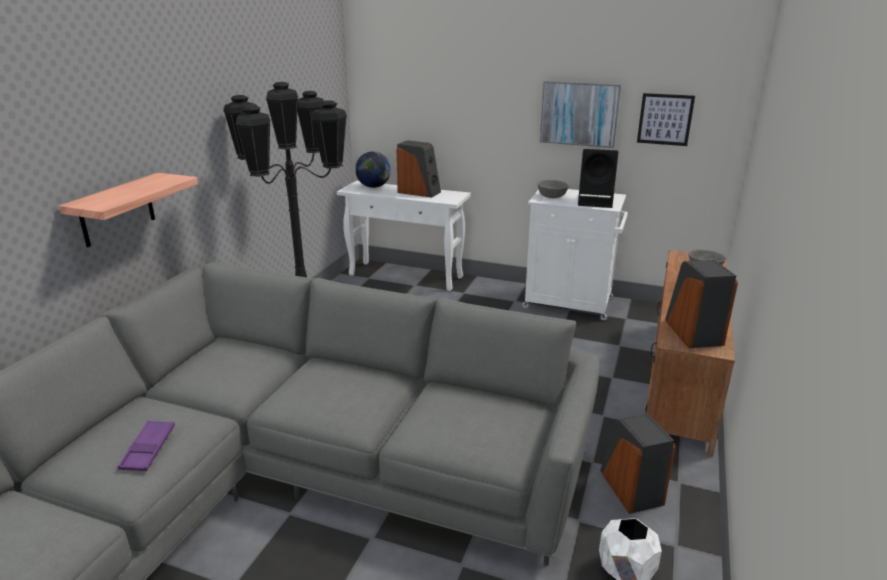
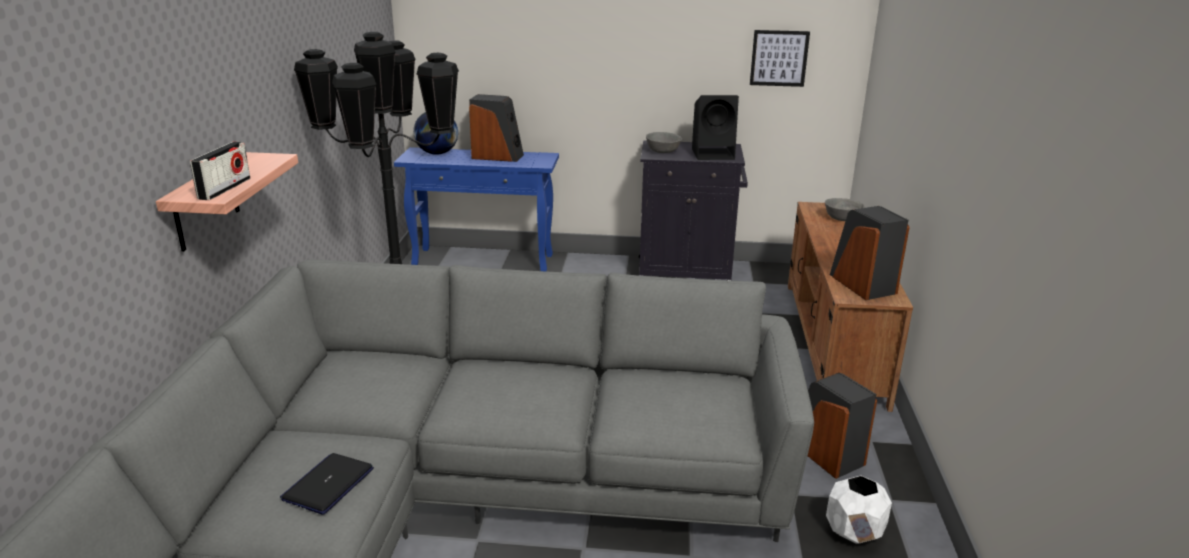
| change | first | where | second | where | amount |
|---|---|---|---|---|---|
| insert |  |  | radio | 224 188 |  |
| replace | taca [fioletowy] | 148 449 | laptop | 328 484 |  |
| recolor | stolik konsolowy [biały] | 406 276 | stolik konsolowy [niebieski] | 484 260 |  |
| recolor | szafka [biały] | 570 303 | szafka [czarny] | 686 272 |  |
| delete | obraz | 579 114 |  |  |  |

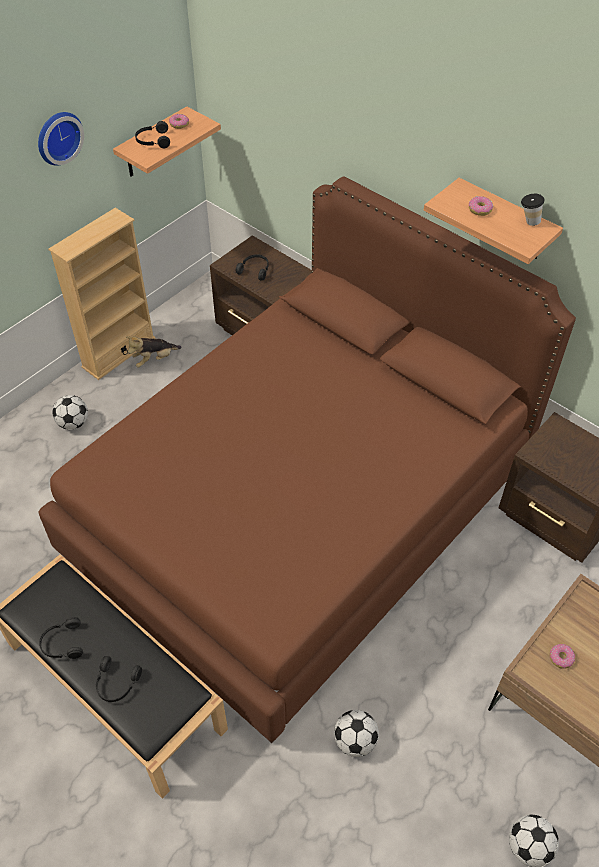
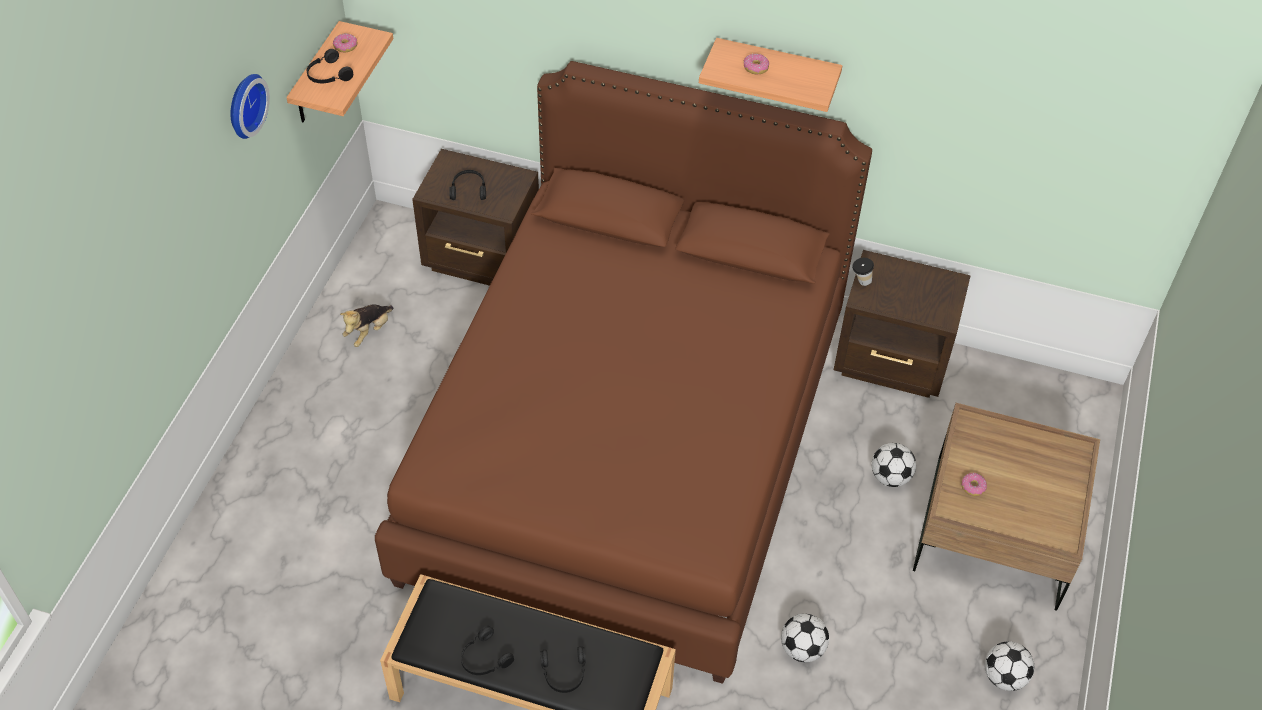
| change | first | where | second | where | amount |
|---|---|---|---|---|---|
| move | filiżanka | 528 221 |  | 860 281 |  |
| move | piłka futbolowa | 73 423 |  | 890 477 |  |
| delete | regał [beżowy] | 118 352 |  |  |  |

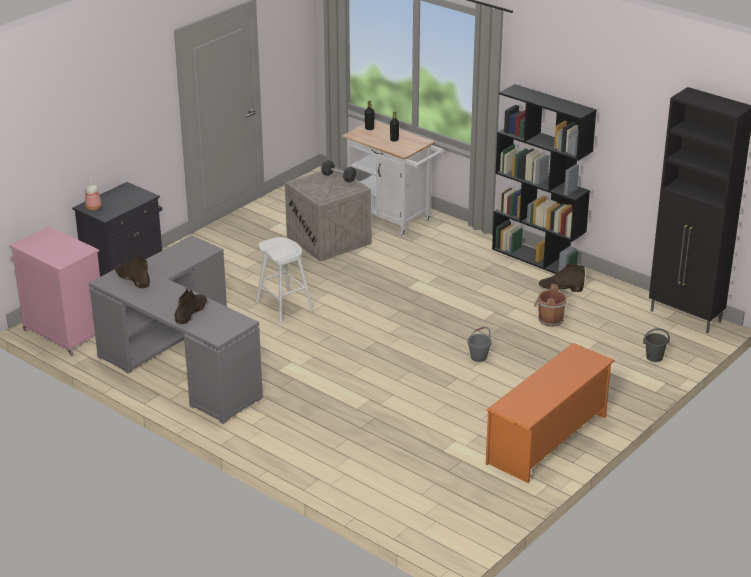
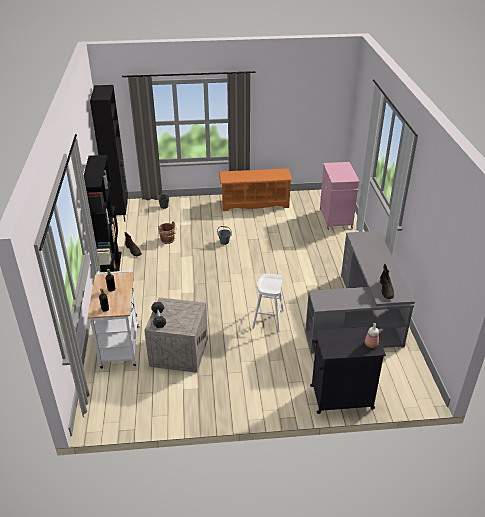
| change | first | where | second | where | amount |
|---|---|---|---|---|---|
| move | szafka [różowy] | 63 332 |  | 336 219 |  |
| delete | but z cholewką [brązowy] | 191 311 |  |  |  |

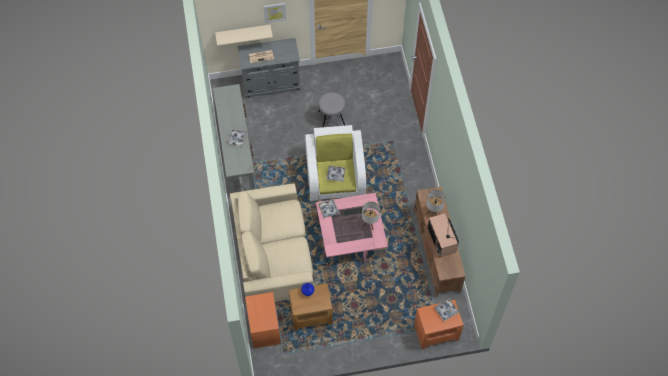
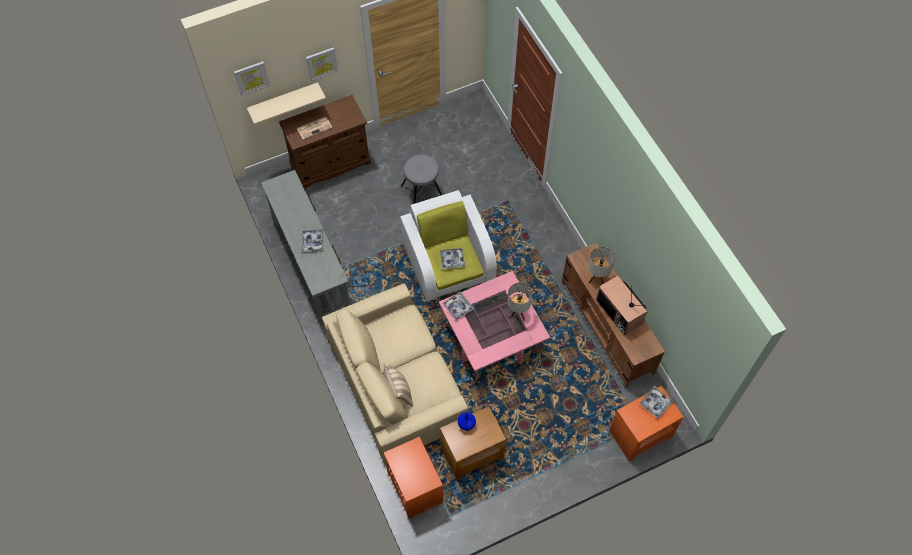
| change | first | where | second | where | amount |
|---|---|---|---|---|---|
| insert |  |  | obraz | 251 78 |  |
| recolor | szafka [szary] | 271 83 | szafka [brązowy] | 330 163 |  |
| insert |  |  | poduszka [beżowy] | 399 392 |  |

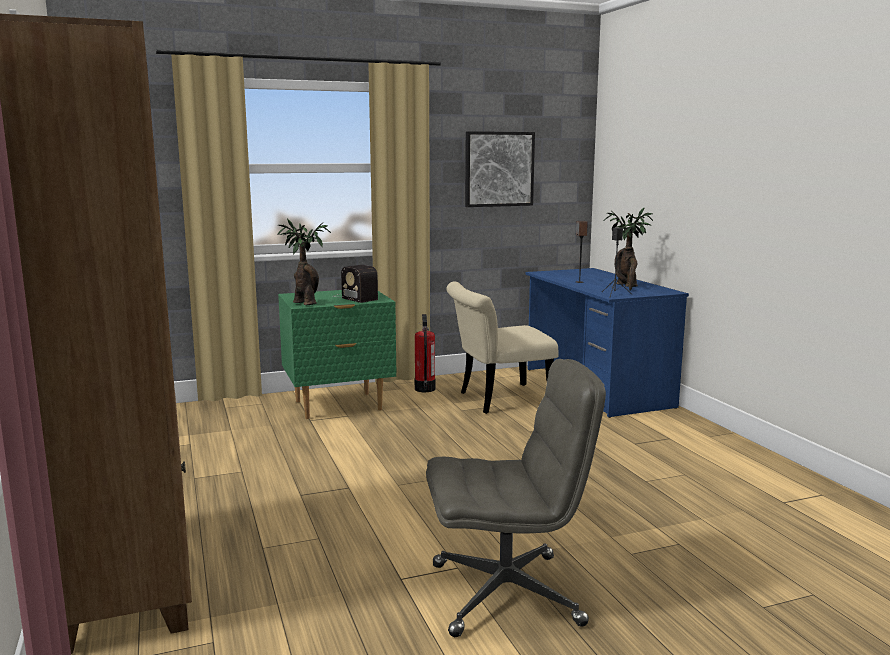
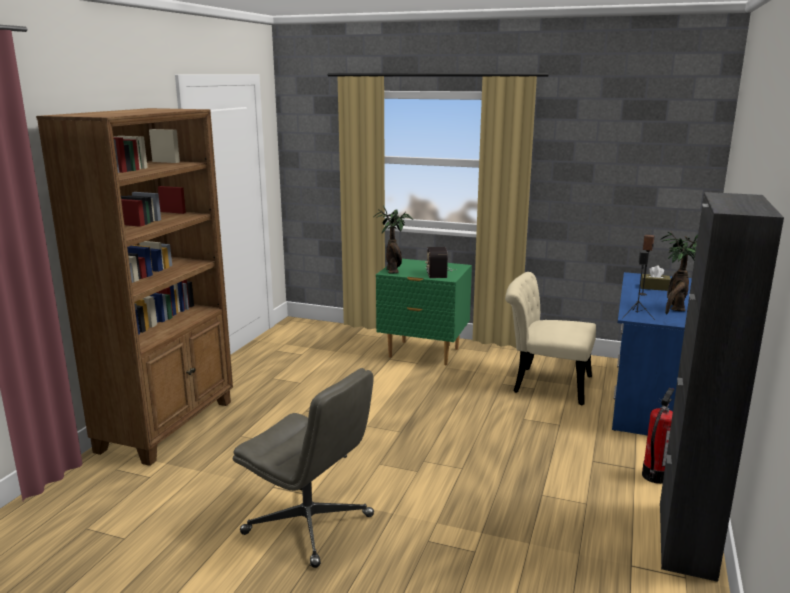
| change | first | where | second | where | amount |
|---|---|---|---|---|---|
| insert |  |  | pudełko chusteczek [brązowy] | 654 287 |  |
| move | gaśnica | 424 389 |  | 654 476 |  |
| insert |  |  | szafka [czarny] | 686 539 |  |
| delete | obraz | 499 169 |  |  |  |

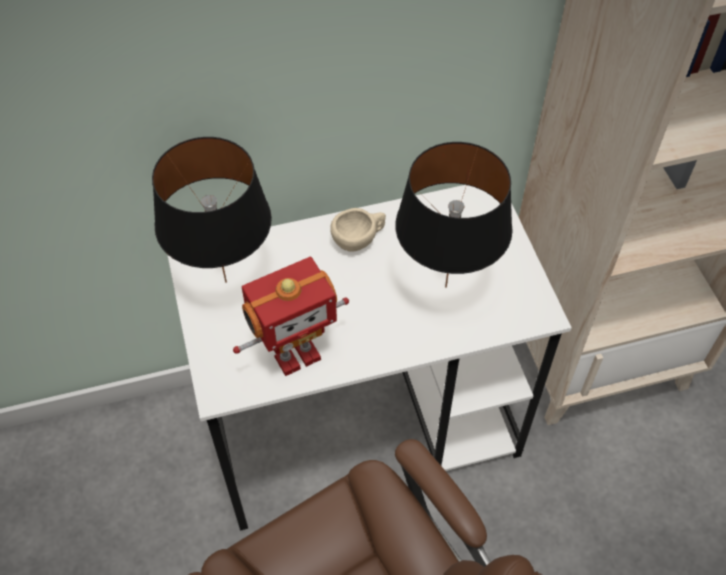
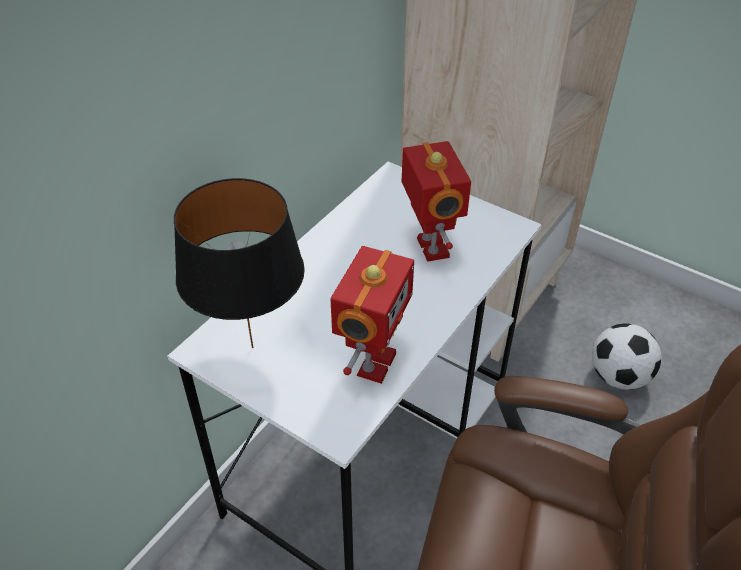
| change | first | where | second | where | amount |
|---|---|---|---|---|---|
| replace | lampa stołowa [czarny] | 445 286 | robot zabawkowy | 430 248 |  |
| insert |  |  | piłka futbolowa | 618 376 |  |
| delete | filiżanka [beżowy] | 359 239 |  |  |  |

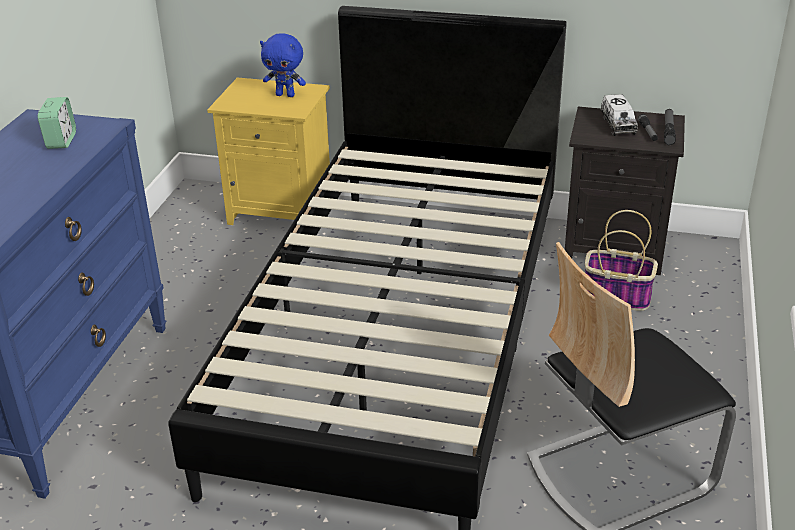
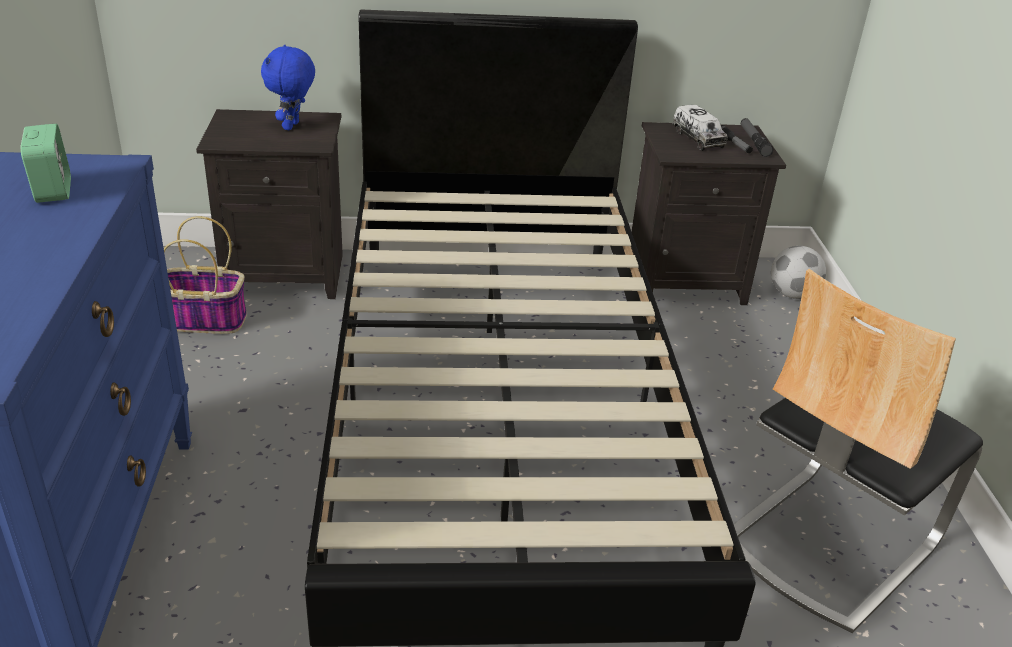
| change | first | where | second | where | amount |
|---|---|---|---|---|---|
| move | koszyk | 615 296 |  | 203 321 |  |
| recolor | szafka nocna [żółty] | 282 211 | szafka nocna [czarny] | 286 274 |  |
| rotate | pluszak [niebieski] | 286 95 |  | 292 126 | 105 degrees clockwise |
| insert |  |  | piłka futbolowa | 792 294 |  |

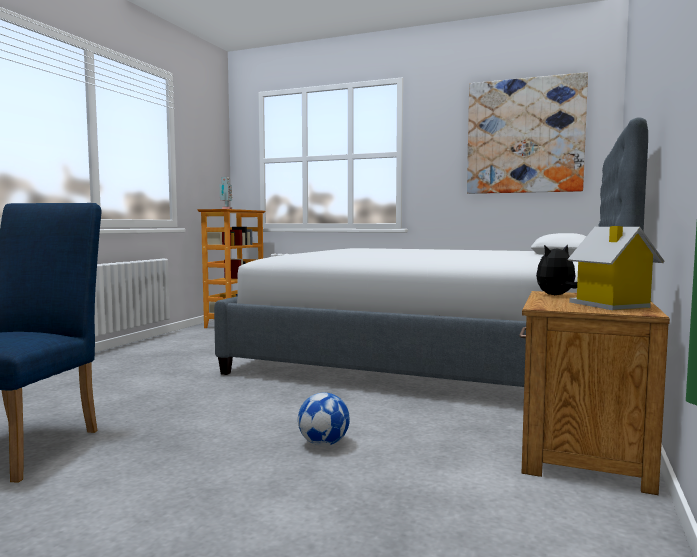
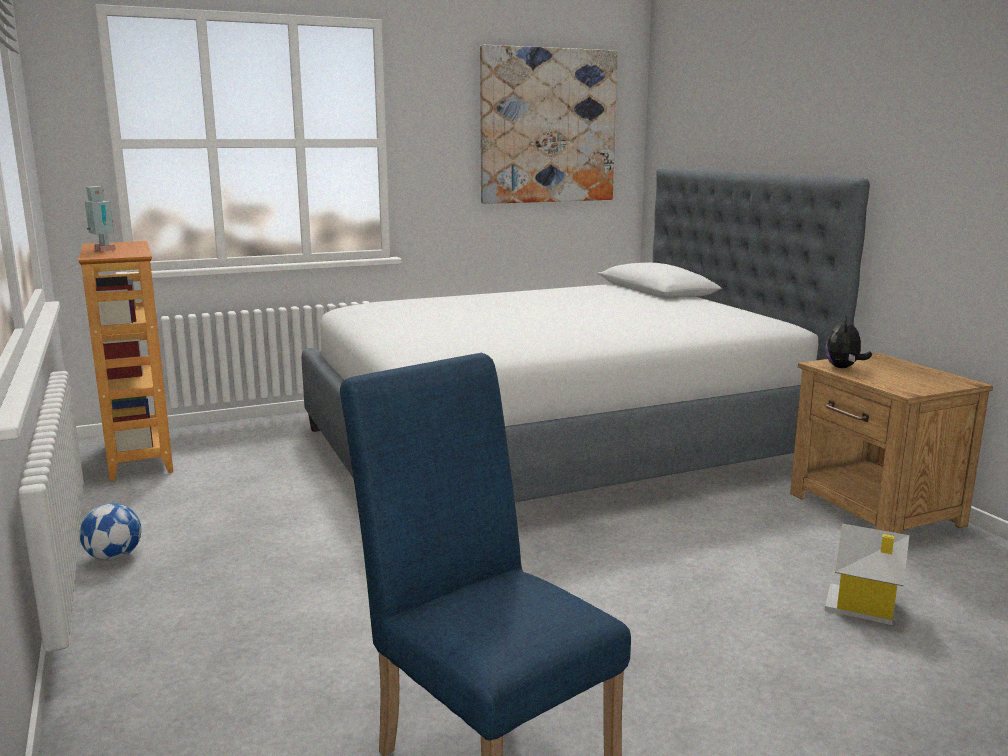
| change | first | where | second | where | amount |
|---|---|---|---|---|---|
| move | piłka futbolowa | 323 444 |  | 114 557 |  |
| move | domek | 610 305 |  | 863 606 |  |

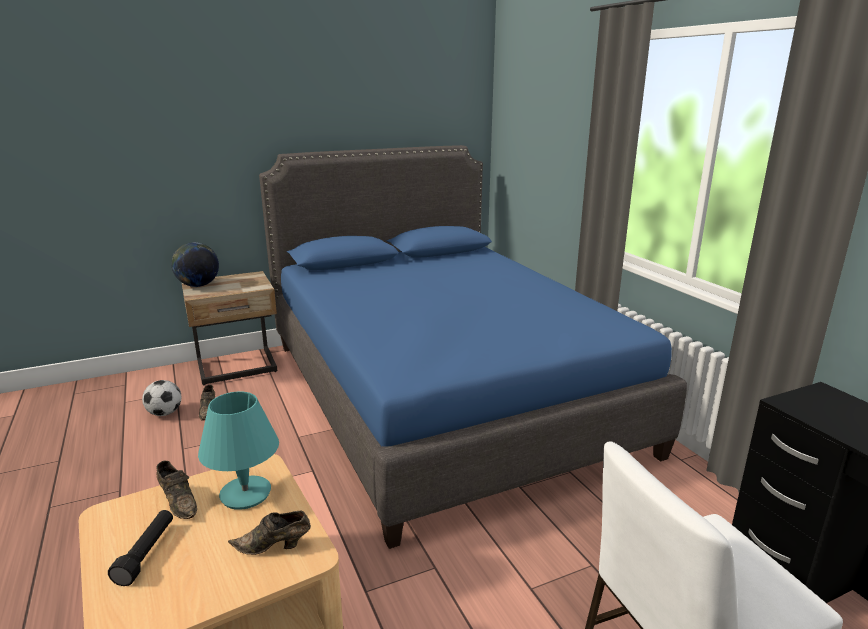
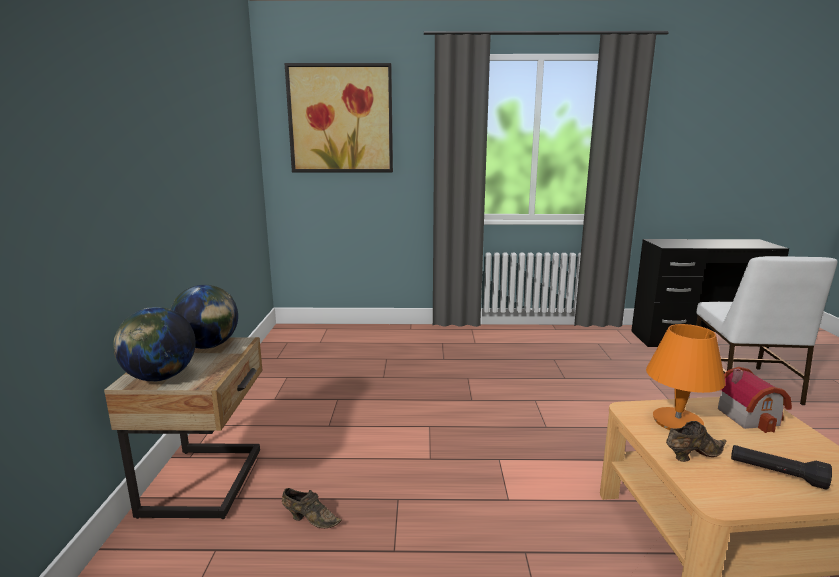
| change | first | where | second | where | amount |
|---|---|---|---|---|---|
| insert |  |  | globus | 208 346 |  |
| insert |  |  | obraz | 340 119 |  |
| recolor | lampa stołowa [turkusowy] | 245 494 | lampa stołowa [pomarańczowy] | 678 422 |  |
| replace | but [brązowy] | 274 546 | domek | 750 416 |  |
| delete | piłka futbolowa | 165 413 |  |  |  |
| delete | łóżko [niebieski] | 441 394 |  |  |  |

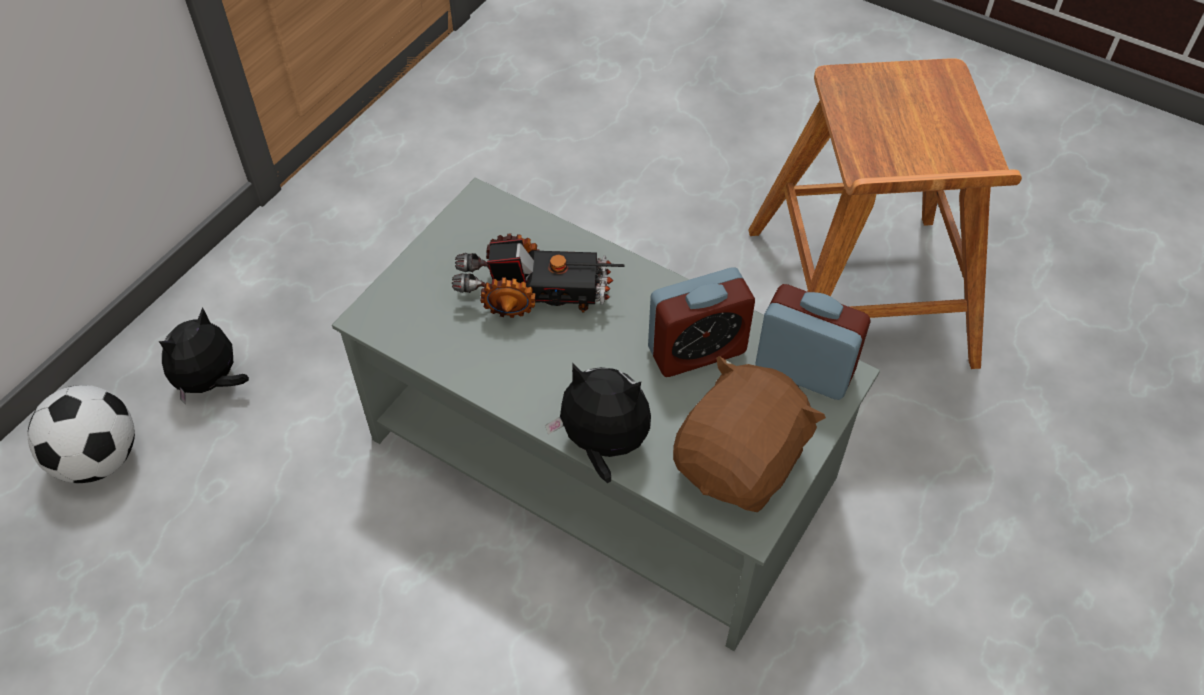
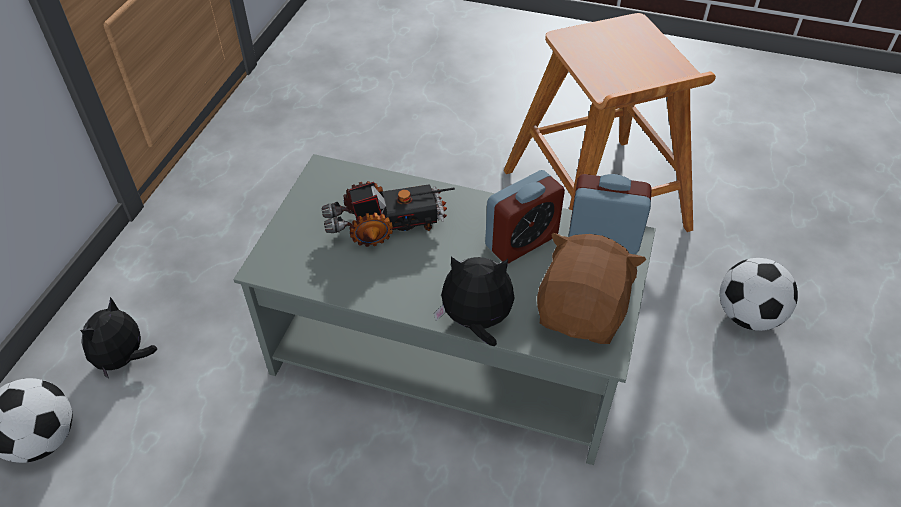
| change | first | where | second | where | amount |
|---|---|---|---|---|---|
| insert |  |  | piłka futbolowa | 748 316 |  |

